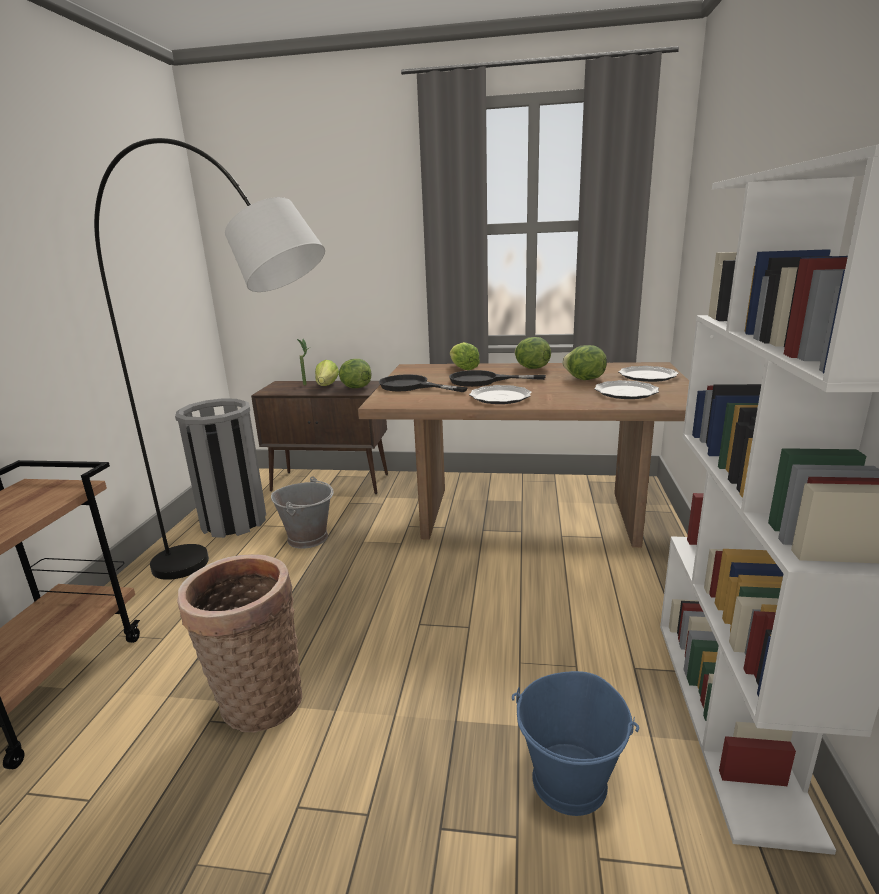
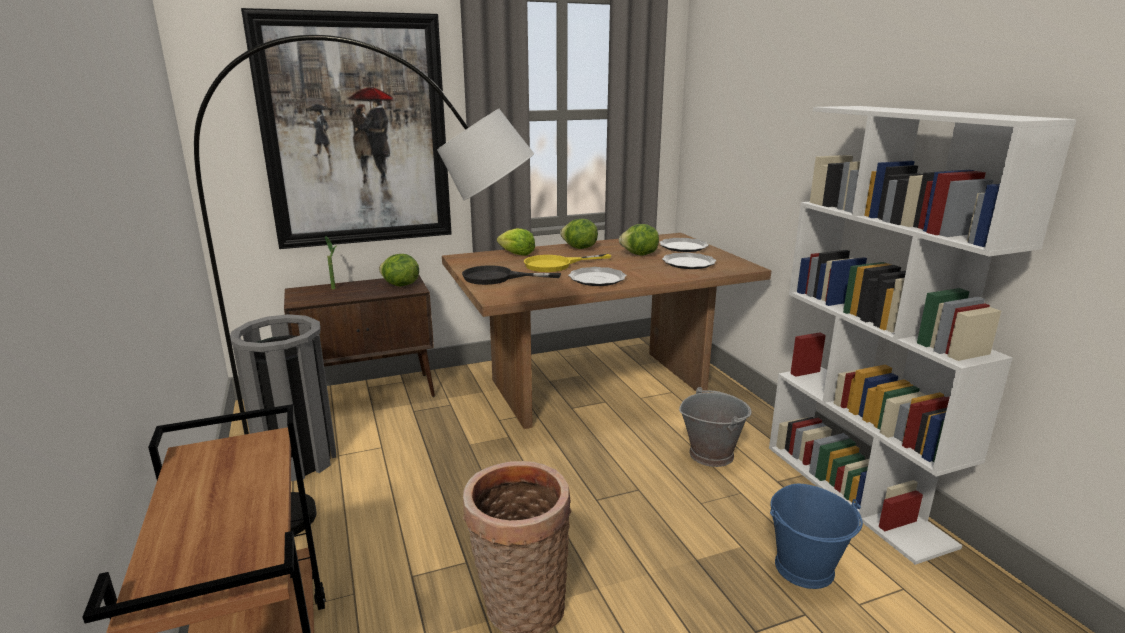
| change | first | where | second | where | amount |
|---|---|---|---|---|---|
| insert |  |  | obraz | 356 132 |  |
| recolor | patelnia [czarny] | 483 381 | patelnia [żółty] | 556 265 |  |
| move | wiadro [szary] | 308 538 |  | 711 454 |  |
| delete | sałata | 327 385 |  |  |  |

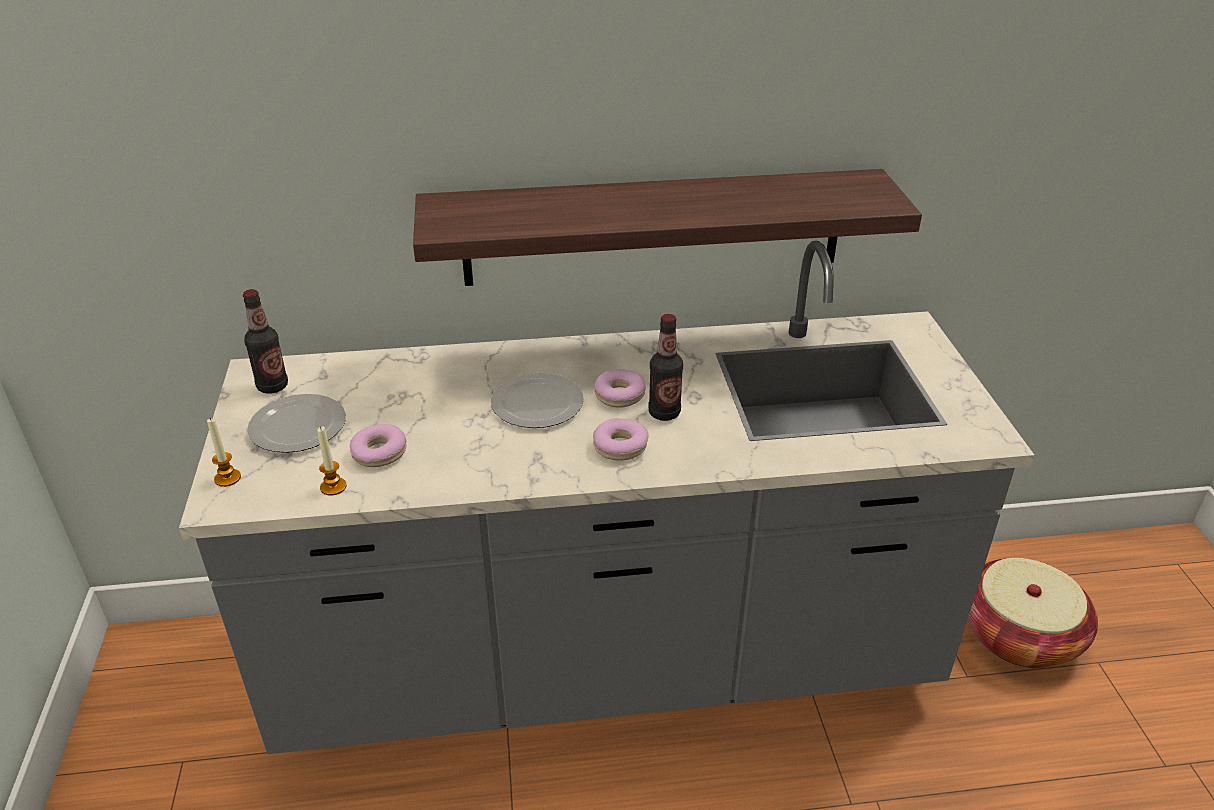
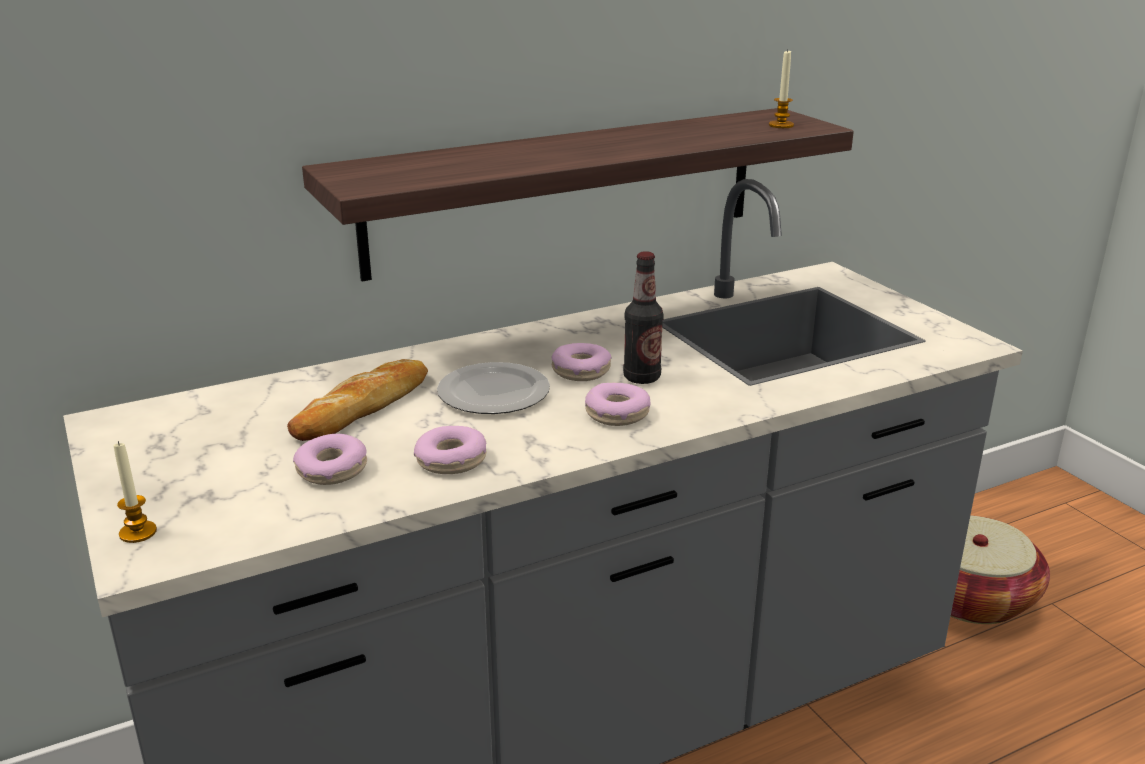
| change | first | where | second | where | amount |
|---|---|---|---|---|---|
| insert |  |  | chleb | 363 407 |  |
| insert |  |  | donut | 451 460 |  |
| move | świeca | 333 487 |  | 781 125 |  |
| delete | butelka | 272 386 |  |  |  |
| delete | talerz | 299 427 |  |  |  |

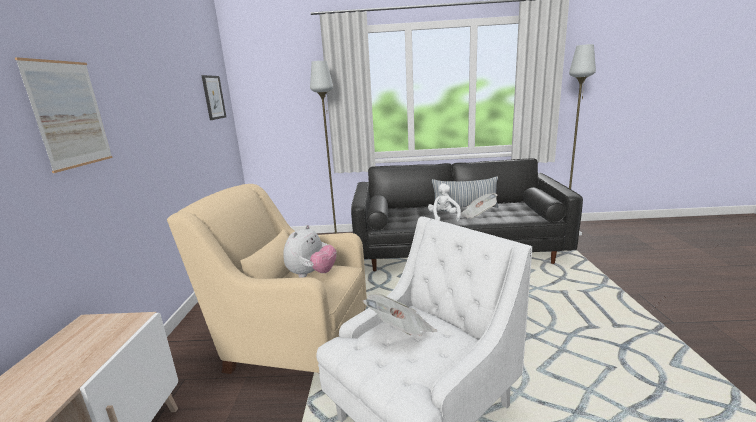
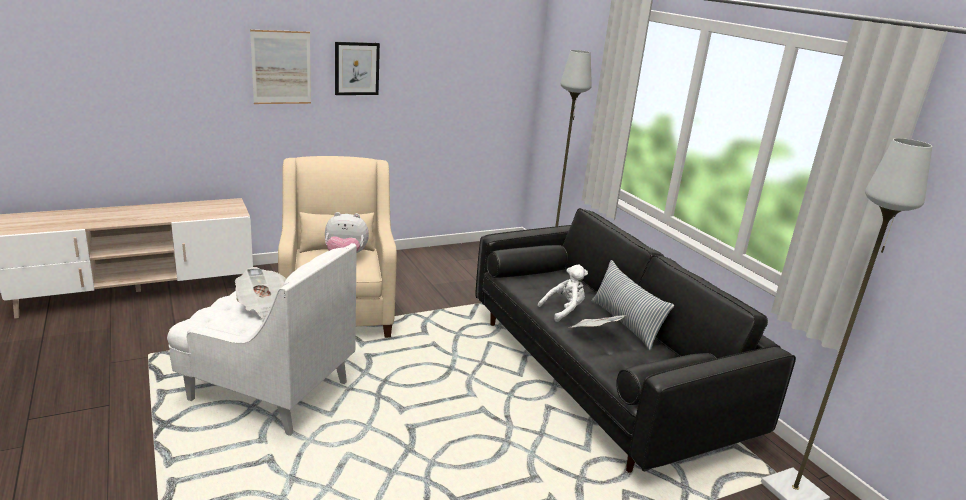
| change | first | where | second | where | amount |
|---|---|---|---|---|---|
| move | obraz | 213 97 |  | 356 68 |  |

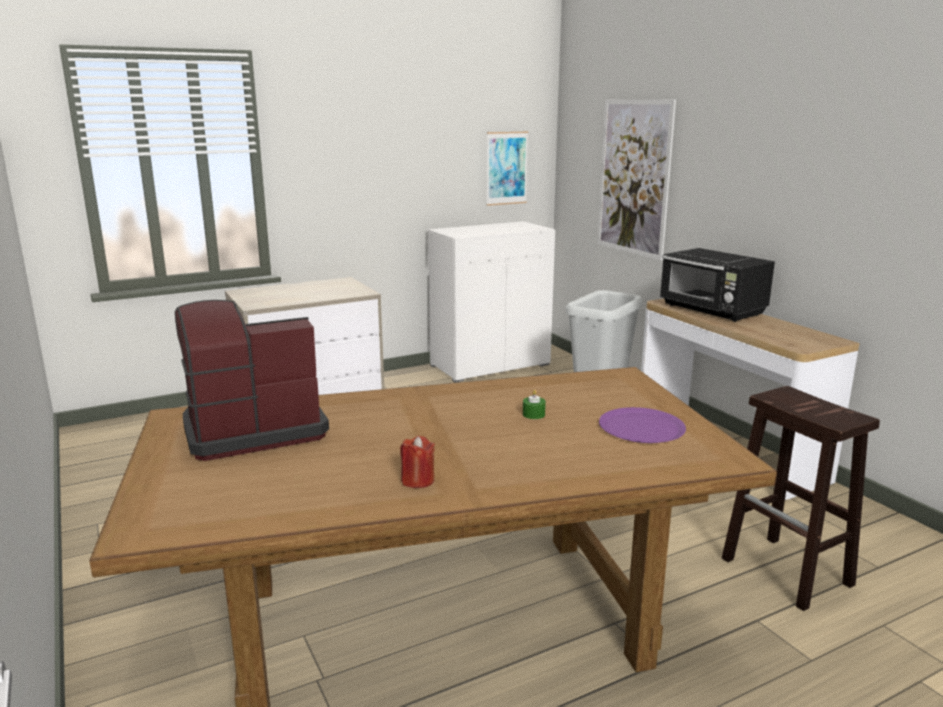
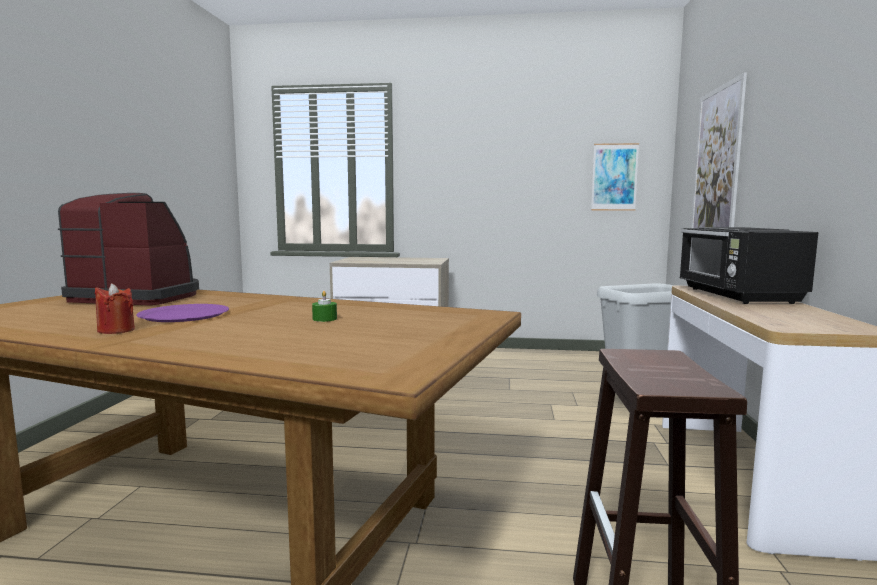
| change | first | where | second | where | amount |
|---|---|---|---|---|---|
| move | talerz [fioletowy] | 641 427 |  | 184 315 |  |
| delete | szafka [biały] | 490 364 |  |  |  |

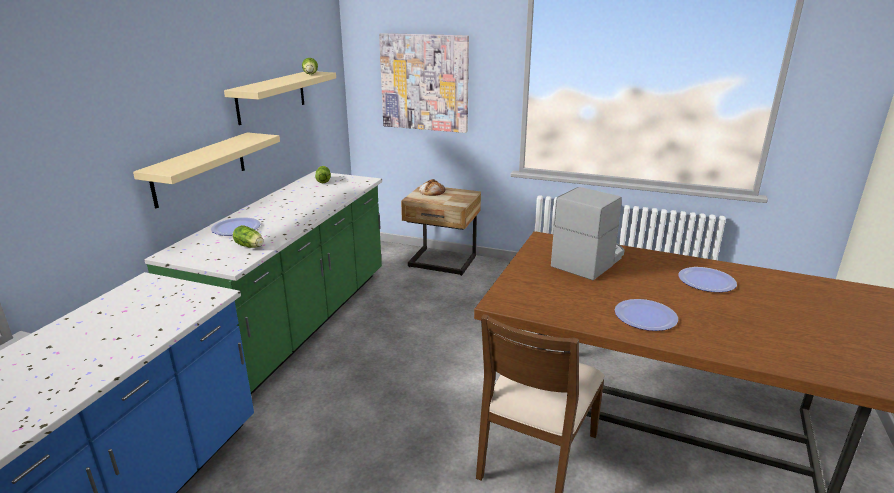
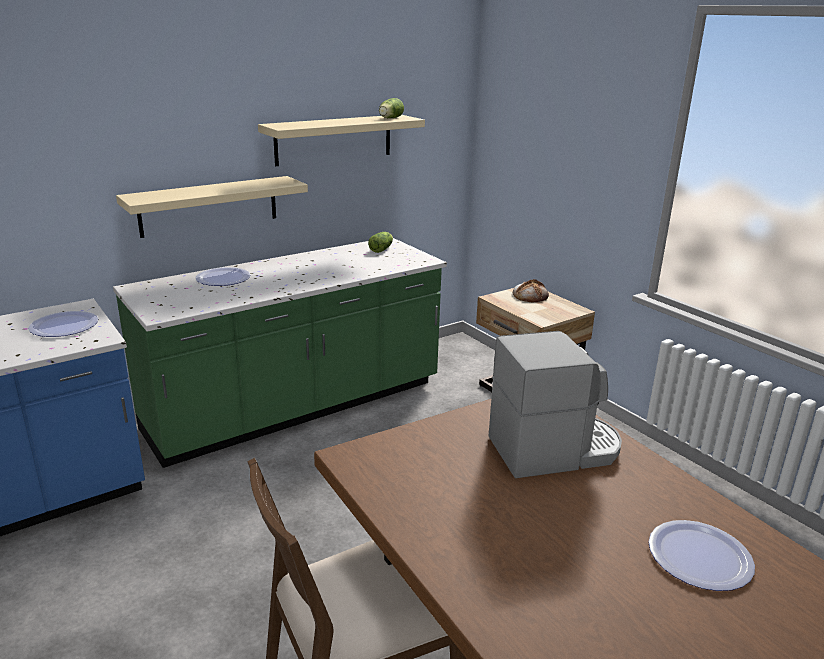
| change | first | where | second | where | amount |
|---|---|---|---|---|---|
| move | talerz | 645 316 |  | 64 326 |  |
| delete | sałata | 250 246 |  |  |  |
| delete | obraz | 424 82 |  |  |  |

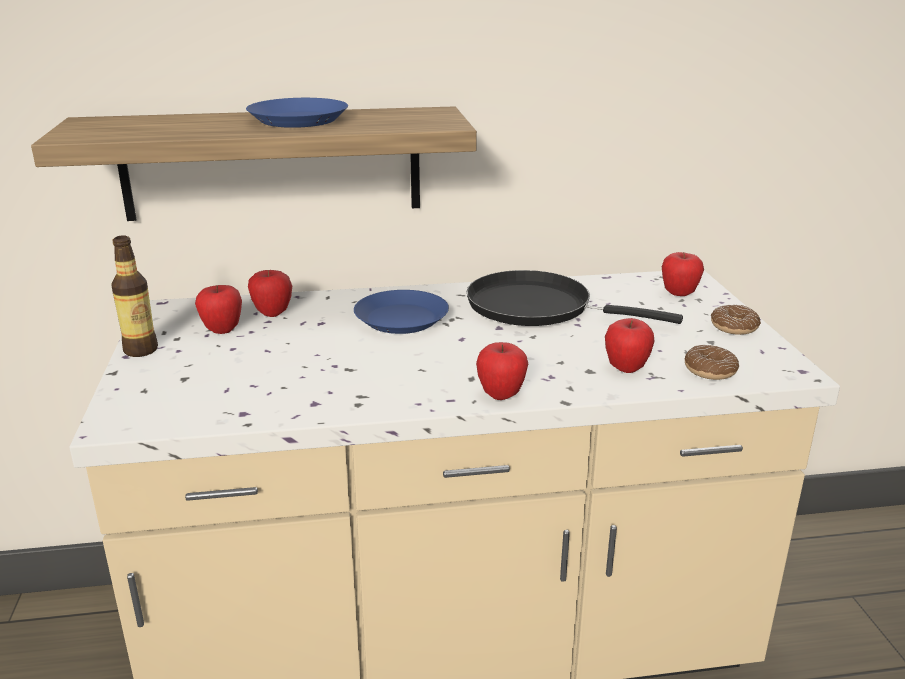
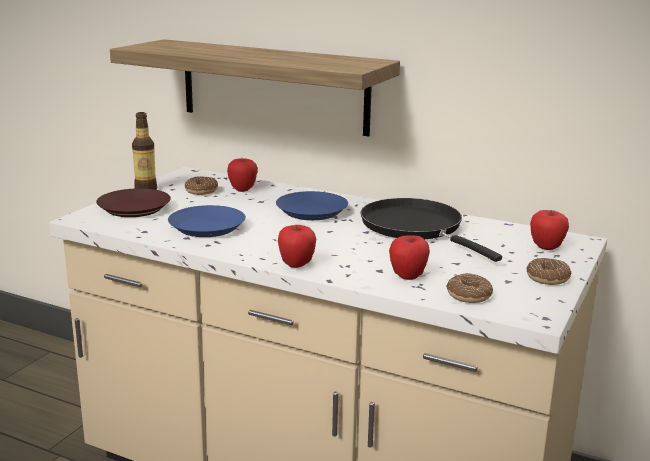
| change | first | where | second | where | amount |
|---|---|---|---|---|---|
| insert |  |  | talerz [brązowy] | 135 209 |  |
| move | talerz [niebieski] | 299 120 |  | 208 227 |  |
| replace | jabłko | 222 330 | donut | 201 191 |  |

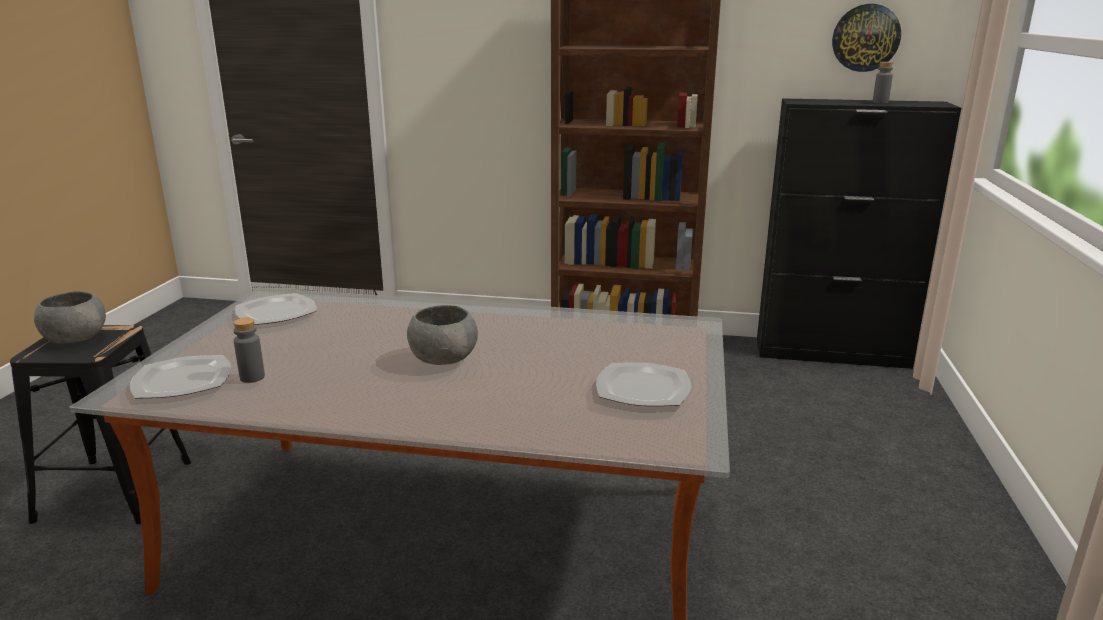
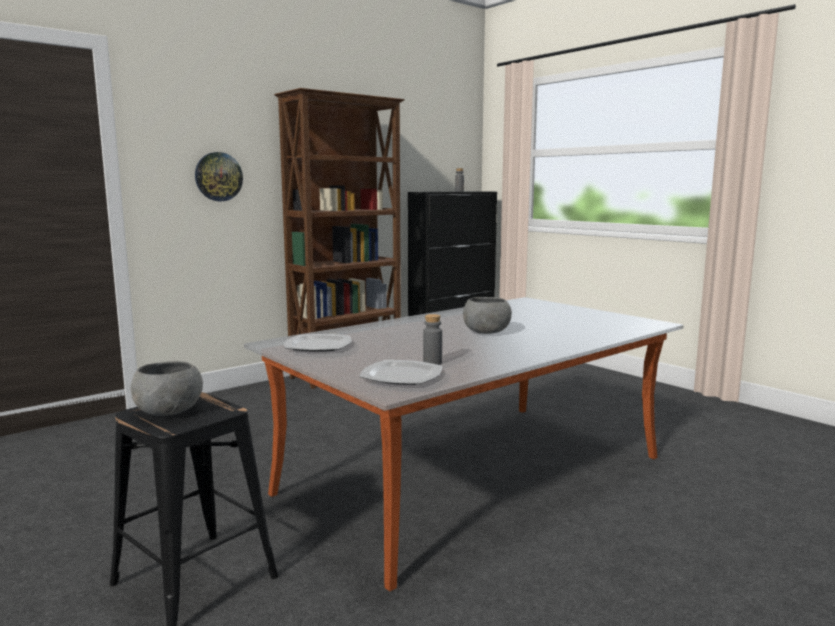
| change | first | where | second | where | amount |
|---|---|---|---|---|---|
| move | zegar ścienny | 865 38 |  | 218 176 |  |
| delete | talerz | 644 388 |  |  |  |

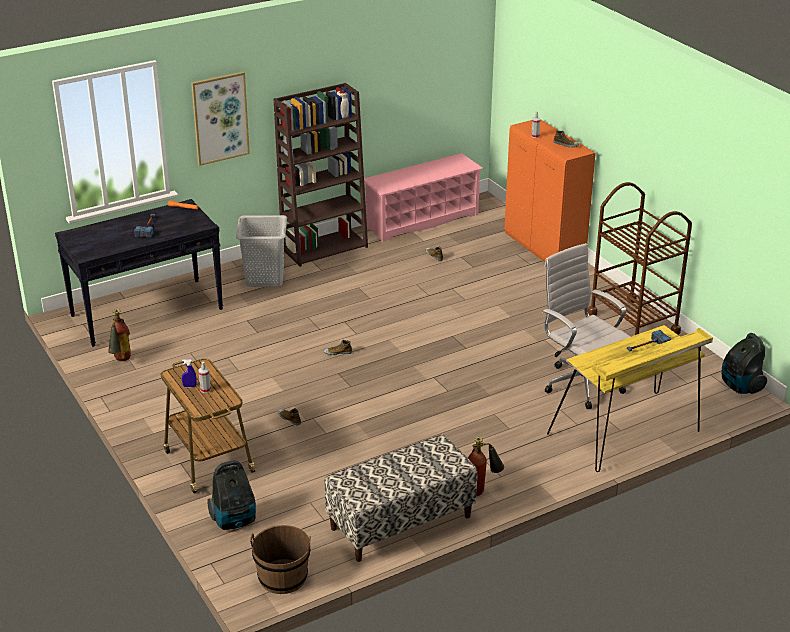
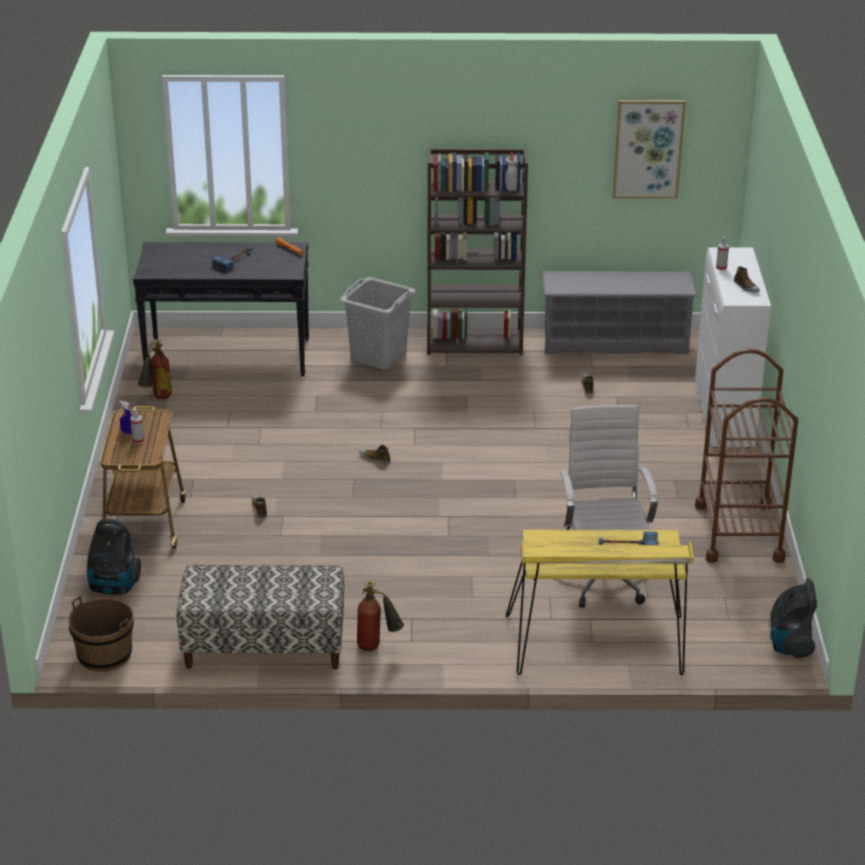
| change | first | where | second | where | amount |
|---|---|---|---|---|---|
| recolor | regał na buty [różowy] | 421 220 | regał na buty [szary] | 614 342 |  |
| move | obraz | 220 118 |  | 648 148 |  |
| recolor | szafka [pomarańczowy] | 544 250 | szafka [biały] | 724 417 |  |

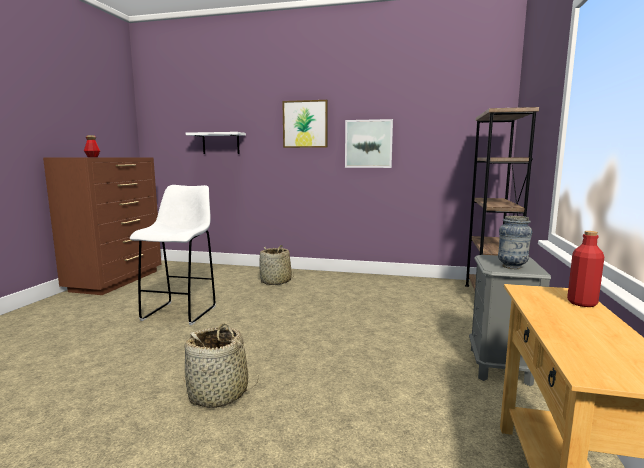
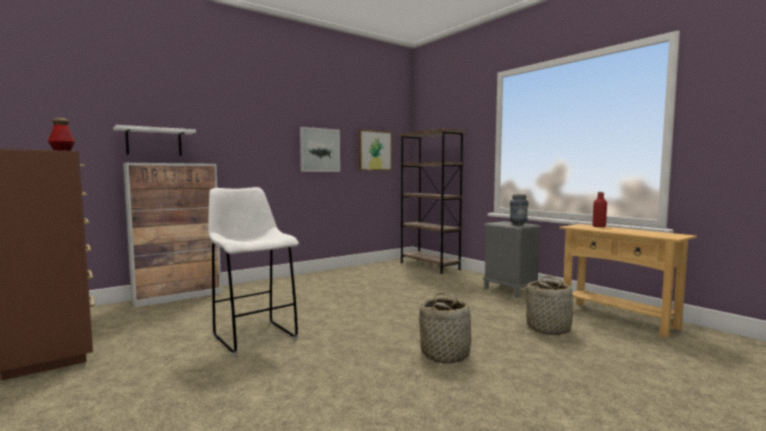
| change | first | where | second | where | amount |
|---|---|---|---|---|---|
| insert |  |  | szafka | 178 297 |  |
| move | obraz | 305 124 |  | 375 150 |  |
| move | koszyk | 276 281 |  | 549 328 |  |

